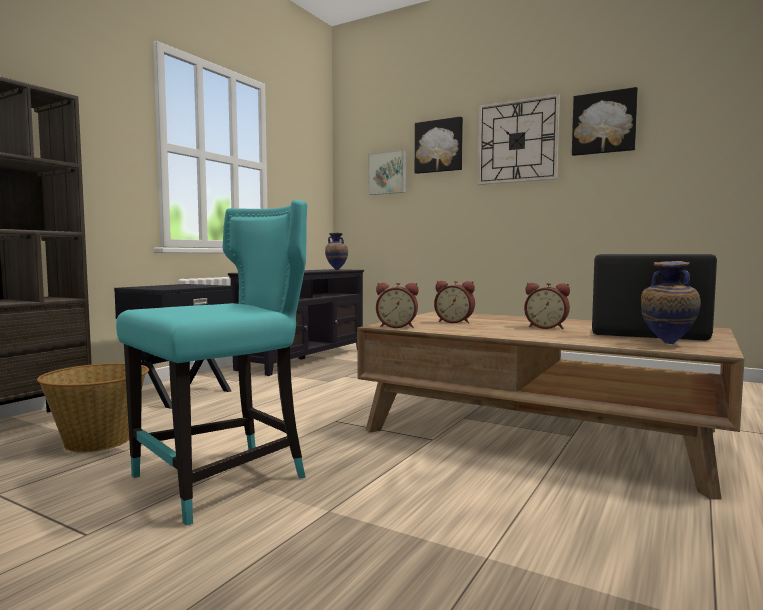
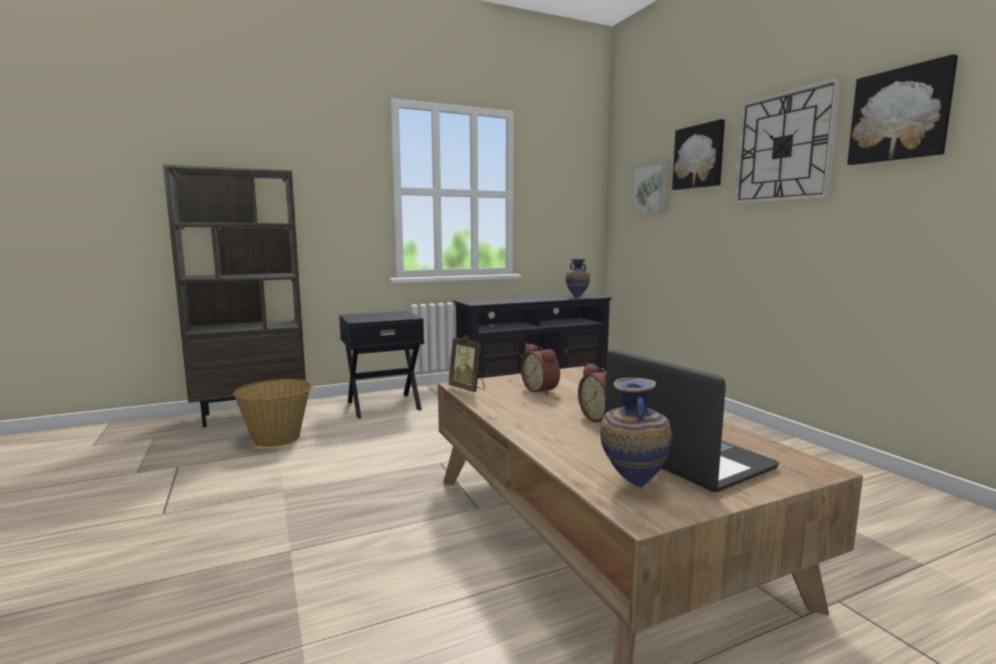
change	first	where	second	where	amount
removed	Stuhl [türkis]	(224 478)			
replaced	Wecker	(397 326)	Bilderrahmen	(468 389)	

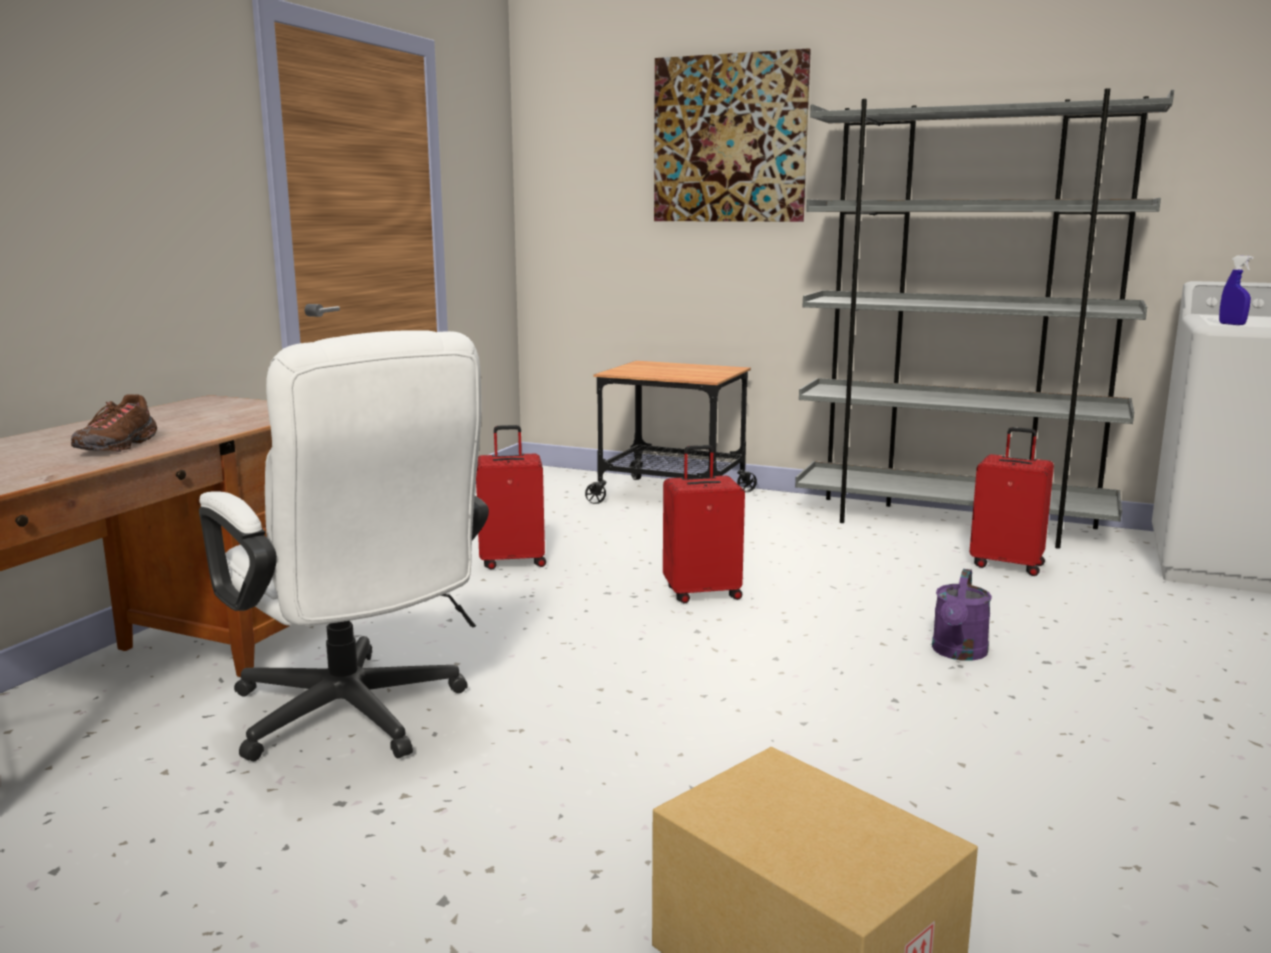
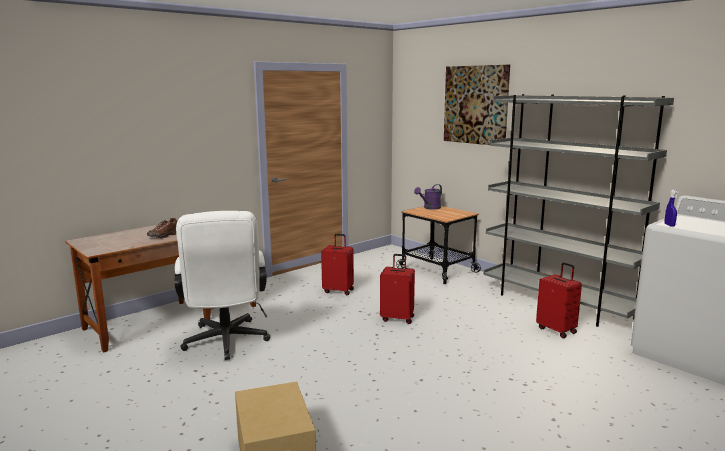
change	first	where	second	where	amount
moved	Gießkanne [lila]	(958 653)		(430 208)	

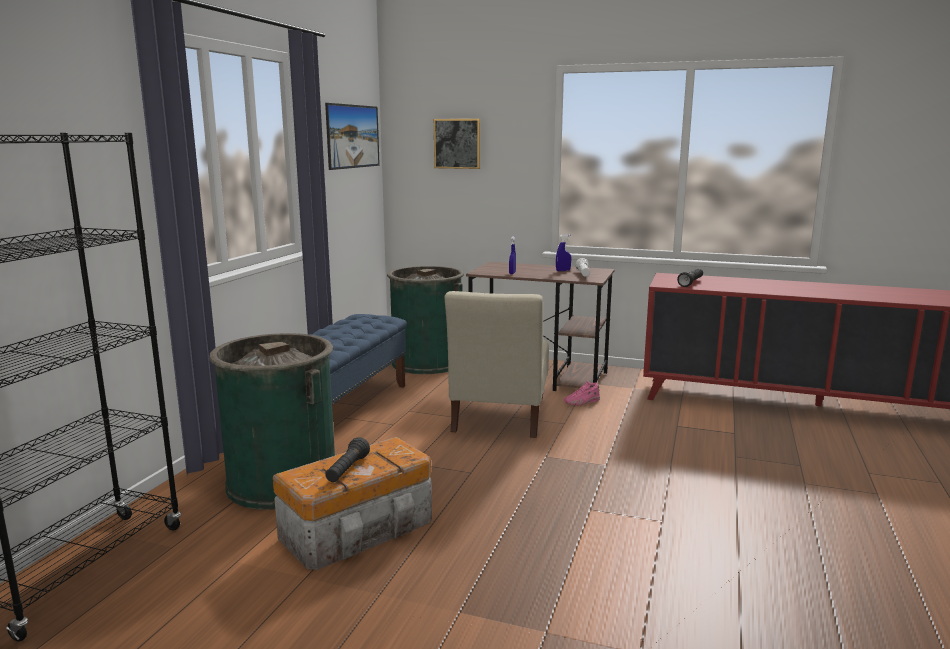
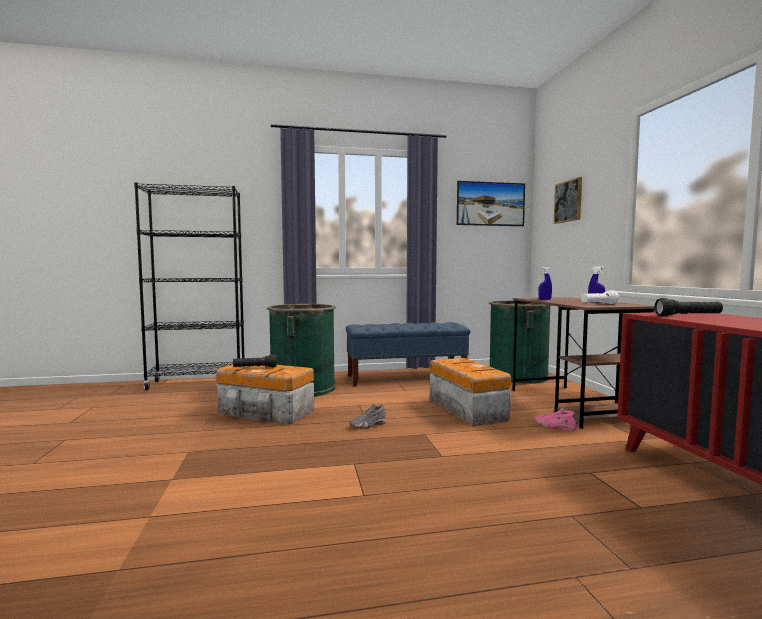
change	first	where	second	where	amount
replaced	Stuhl [beige]	(499 417)	Aufbewahrungsbox	(467 409)	
added			Schuh [grau]	(368 425)	

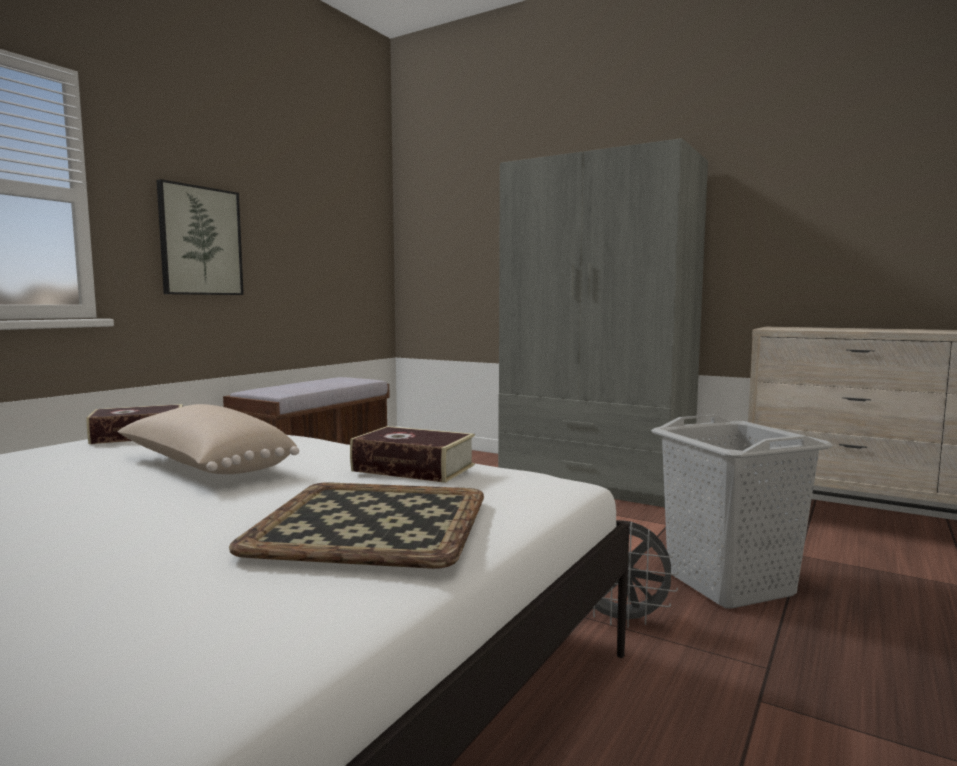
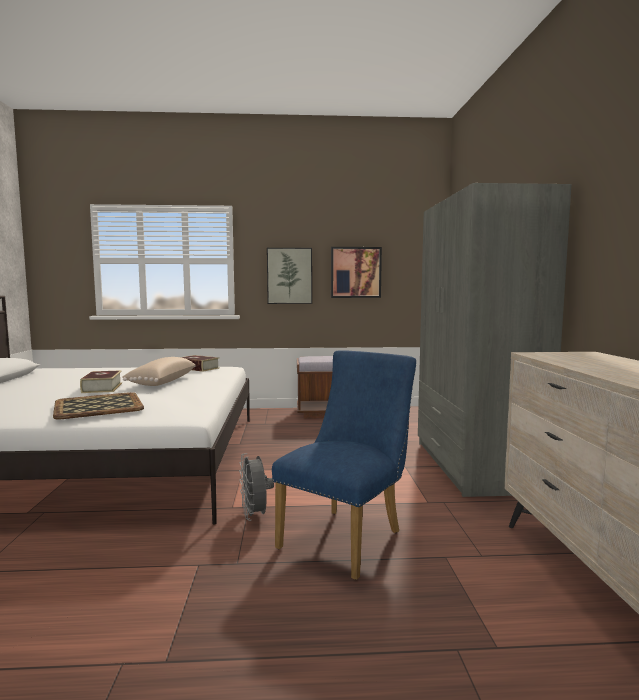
change	first	where	second	where	amount
replaced	Wäschekorb [grau]	(729 583)	Stuhl [blau]	(347 537)	
moved	Buch	(413 468)		(102 388)	
added			Bild	(355 272)	

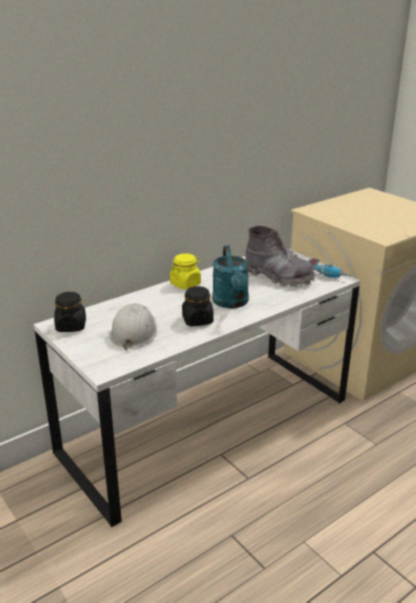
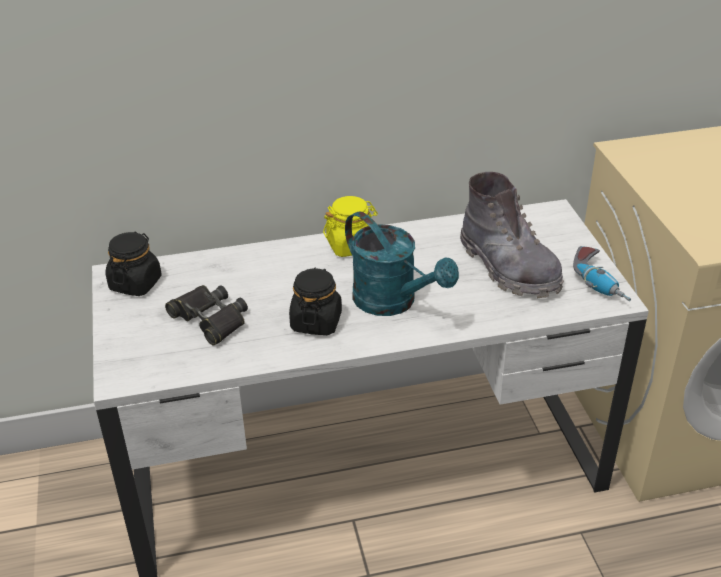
change	first	where	second	where	amount
turned	Gießkanne [türkis]	(232 303)		(393 302)	60 degrees counterclockwise
replaced	Schutzhelm [weiß]	(134 332)	Fernglas [schwarz]	(210 319)	

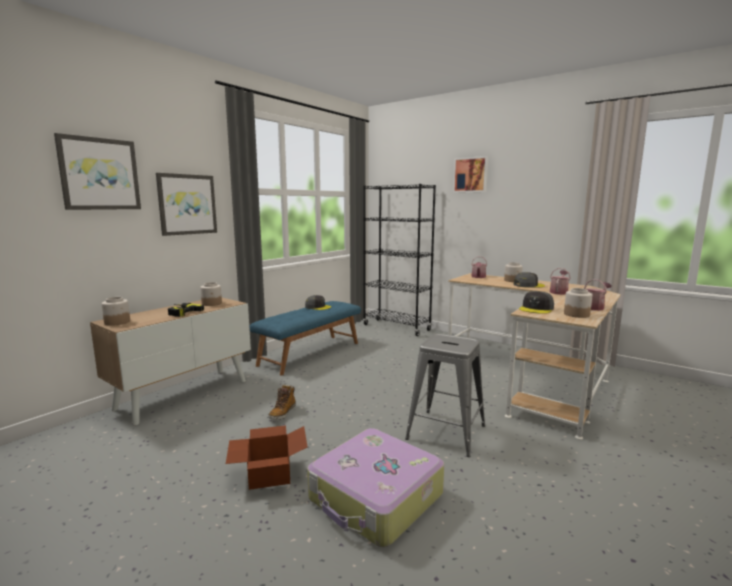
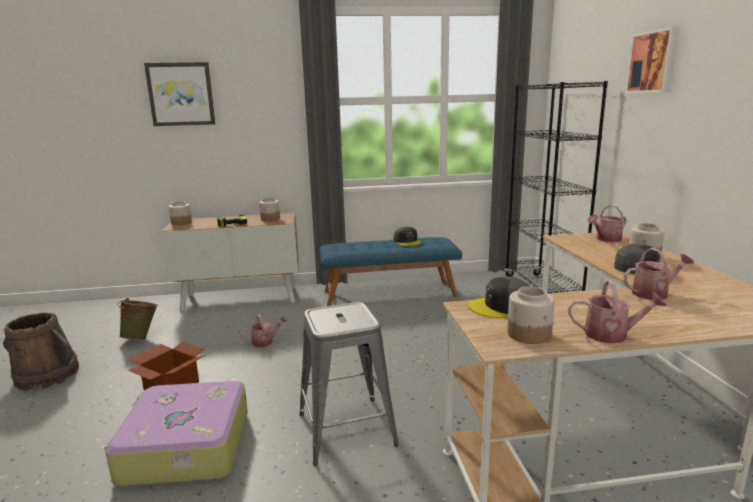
change	first	where	second	where	amount
removed	Bild	(187 204)			
replaced	Stiefel	(282 413)	Gießkanne	(265 341)	
added			Eimer [grün]	(142 337)	
added			Eimer [braun]	(47 376)	

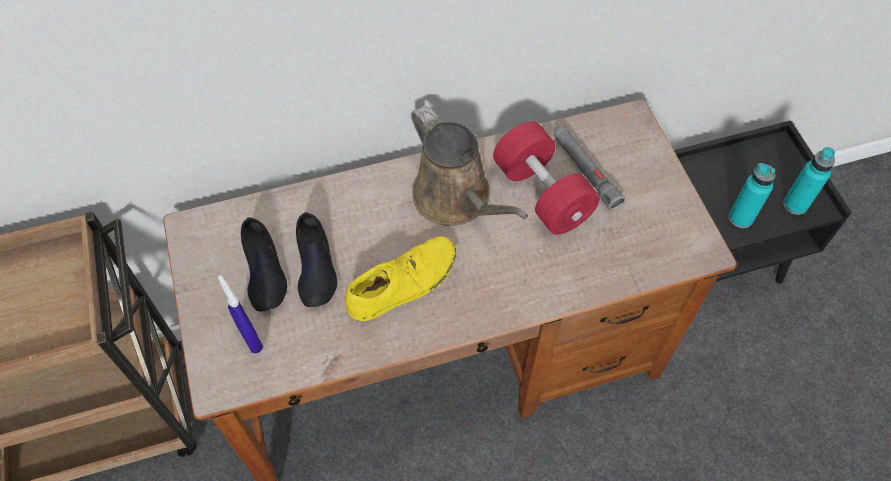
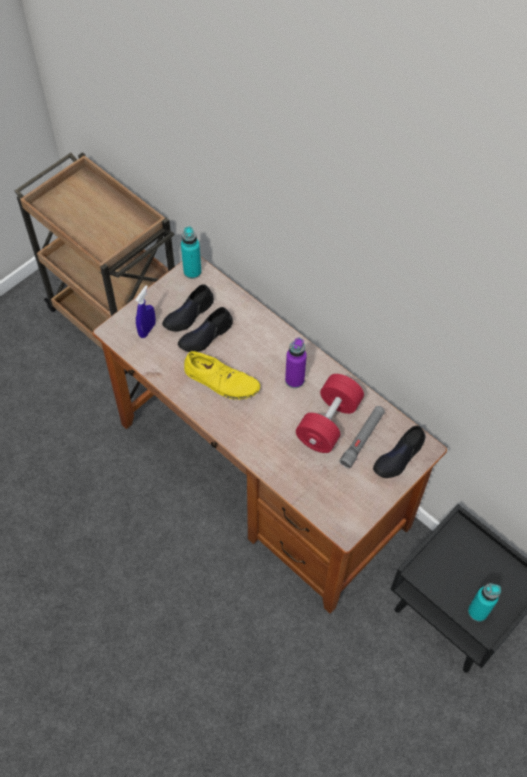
change	first	where	second	where	amount
replaced	Gießkanne [braun]	(456 199)	Flasche [lila]	(294 380)	
moved	Flasche [türkis]	(740 218)		(192 272)	
added			Schuh [schwarz]	(399 457)	

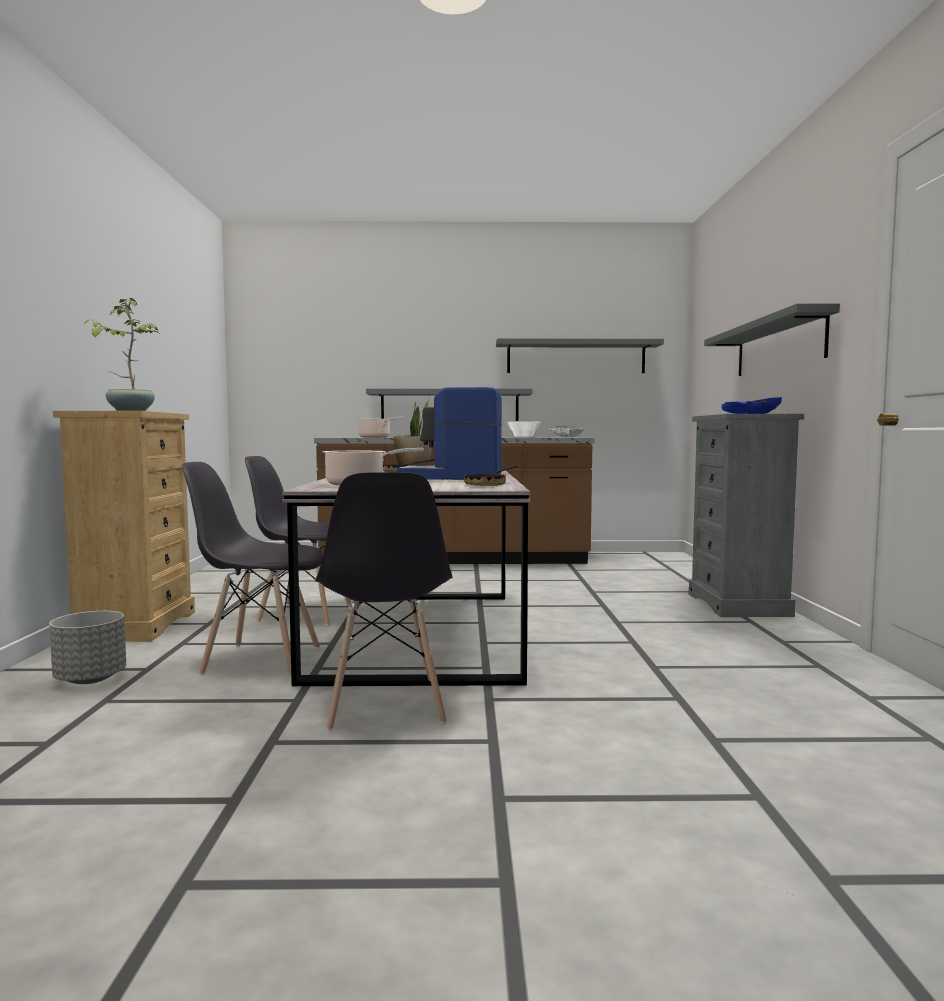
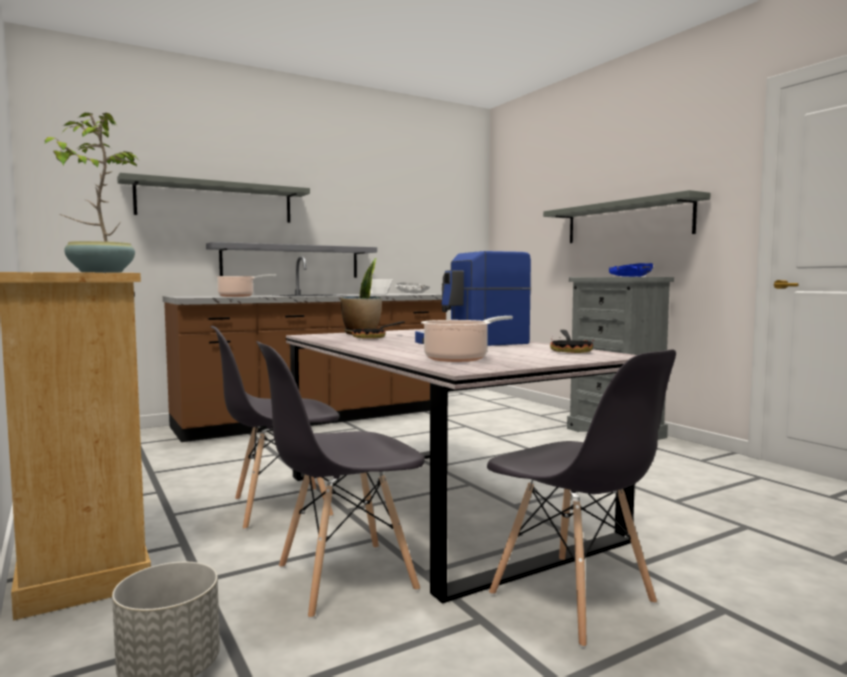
change	first	where	second	where	amount
moved	Wandregal [grau]	(576 357)		(216 201)	

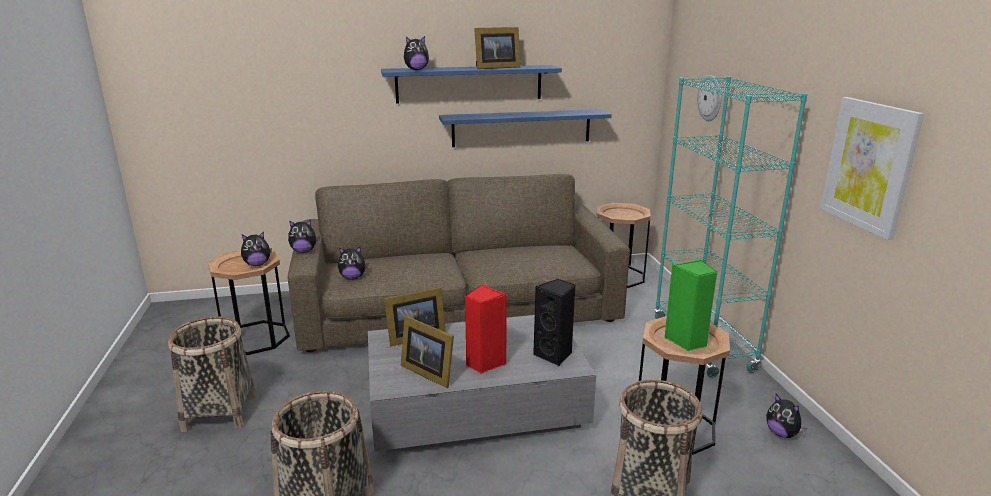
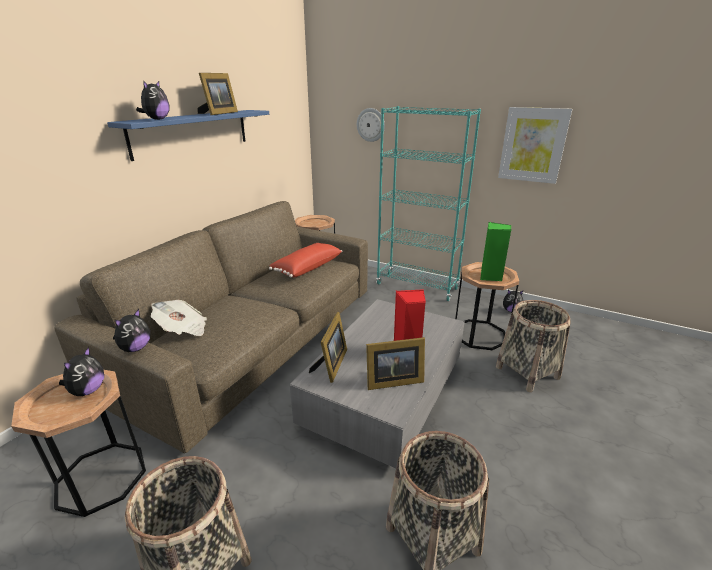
change	first	where	second	where	amount
removed	Wandregal [blau]	(521 128)			
removed	Plüschtier	(353 277)			
removed	Lautsprecher [schwarz]	(554 355)			
added			Kissen [rot]	(307 267)	
added			Zeitung	(183 329)	

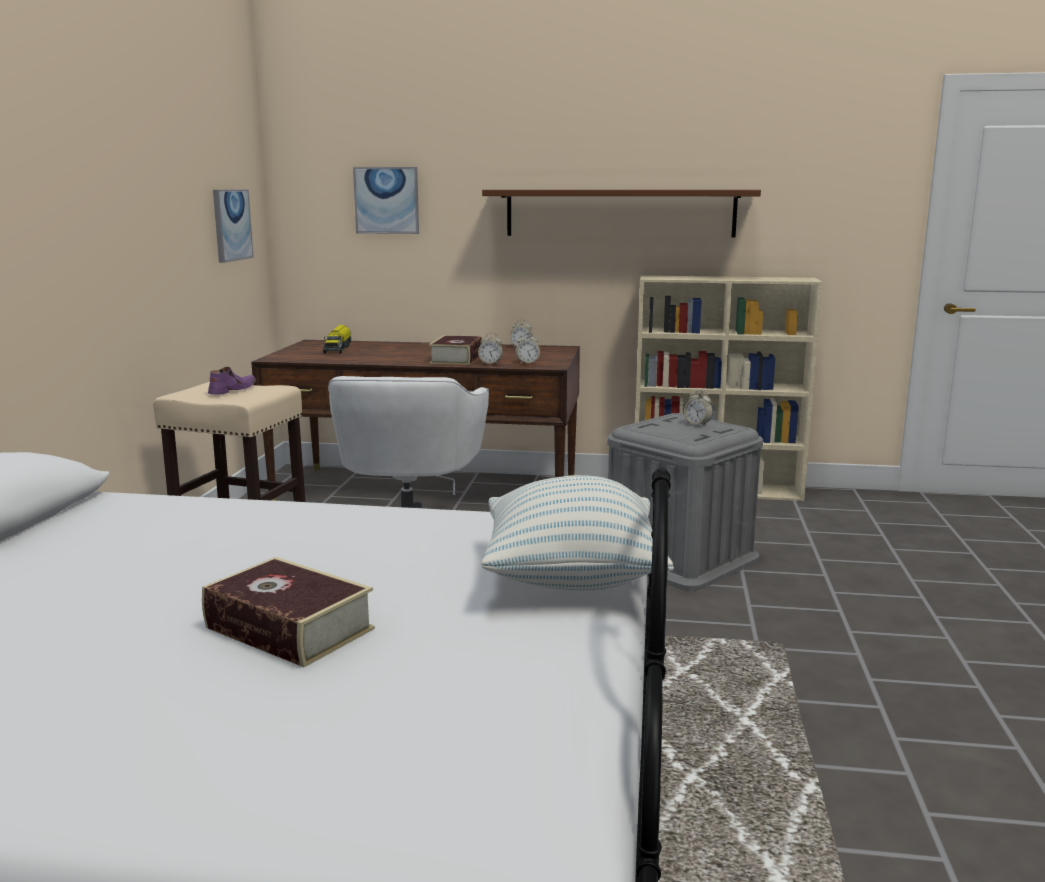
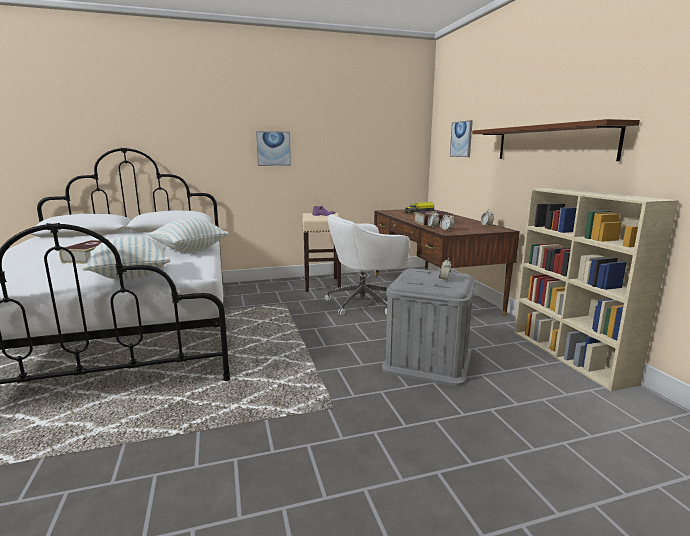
change	first	where	second	where	amount
moved	Bild	(231 225)		(273 148)	
added			Kissen	(190 250)	

